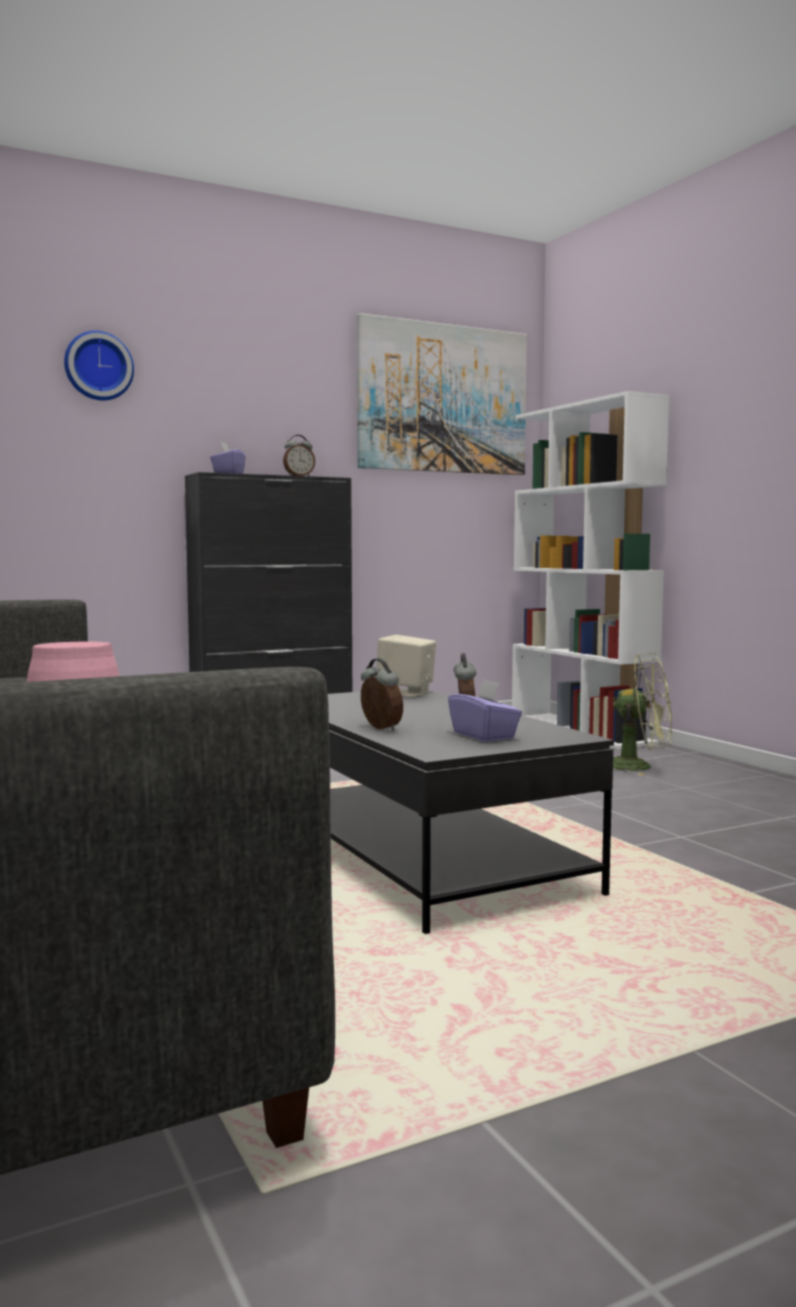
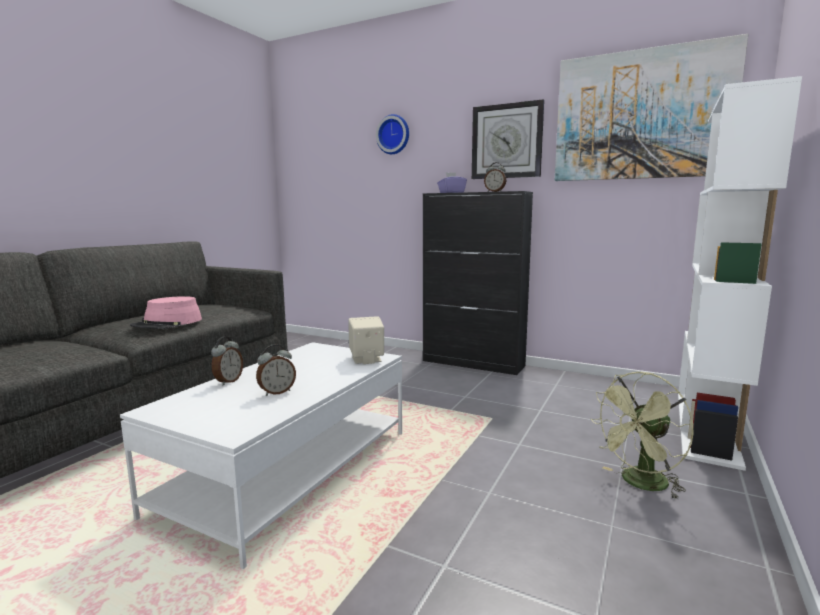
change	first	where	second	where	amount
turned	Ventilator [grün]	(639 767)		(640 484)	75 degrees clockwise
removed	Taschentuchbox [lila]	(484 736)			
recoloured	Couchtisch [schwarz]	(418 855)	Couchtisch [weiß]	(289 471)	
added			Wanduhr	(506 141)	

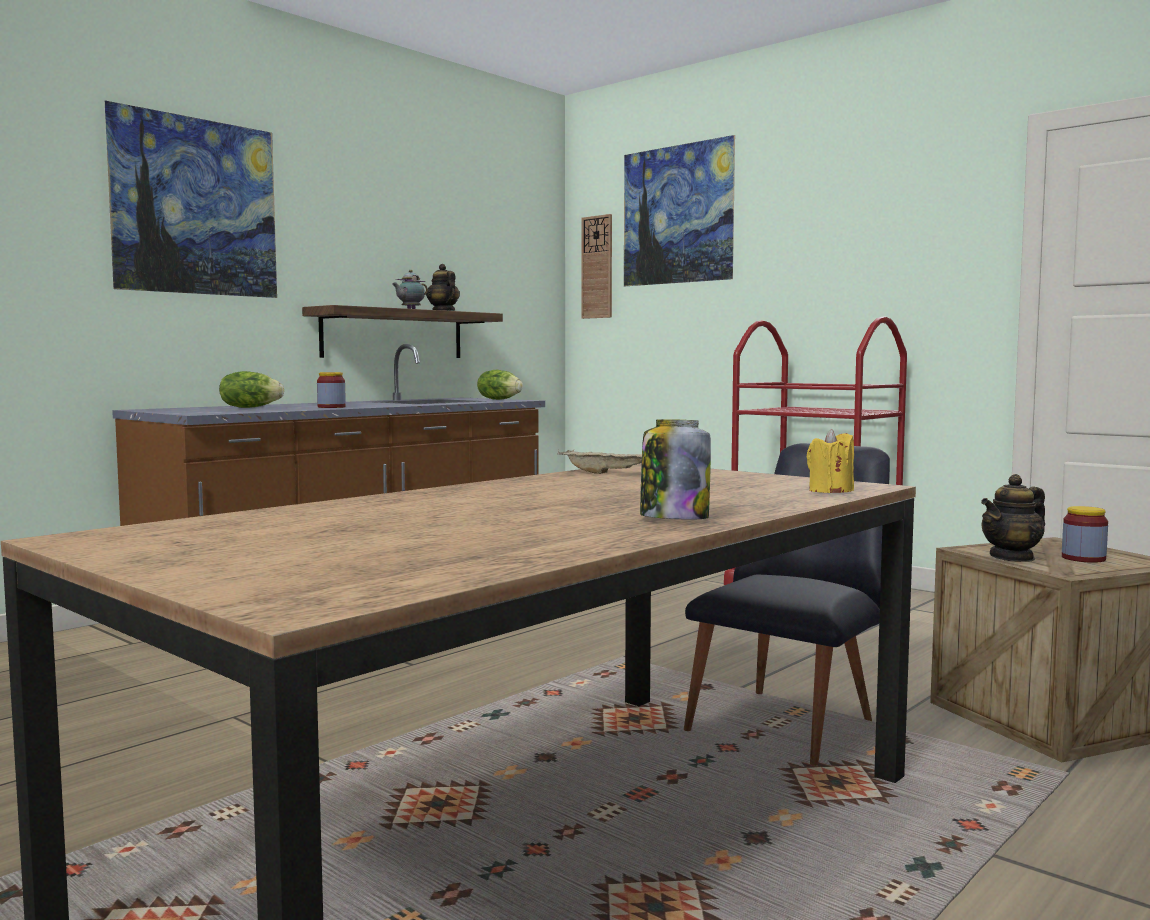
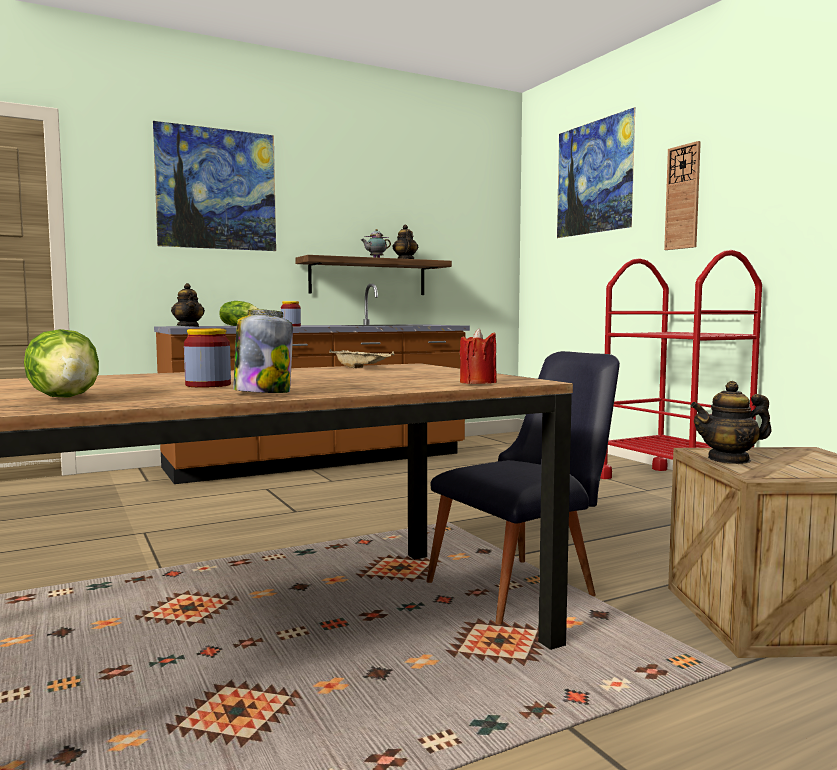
change	first	where	second	where	amount
moved	Wanduhr	(597 267)		(683 197)	
moved	Salatkopf	(499 399)		(67 397)	
recoloured	Kerze [gelb]	(830 491)	Kerze [rot]	(478 383)	
moved	Vorratsglas	(1083 558)		(208 385)	
added			Teekanne	(188 326)	

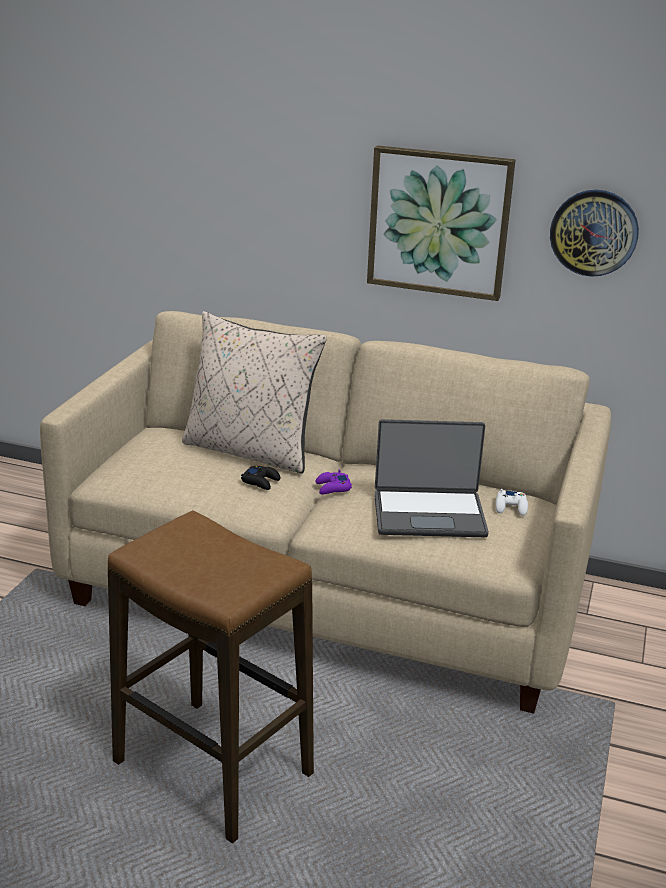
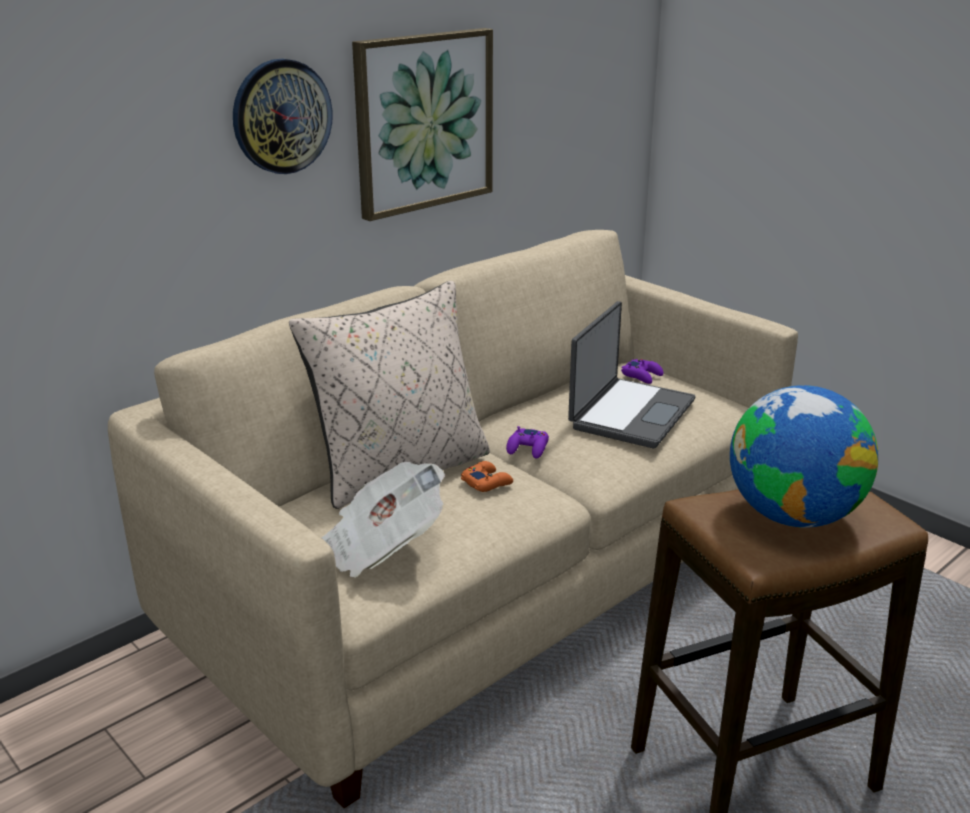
change	first	where	second	where	amount
moved	Wanduhr	(594 232)		(281 116)	
recoloured	Gamepad [schwarz]	(261 481)	Gamepad [orange]	(487 482)	
recoloured	Gamepad [weiß]	(511 507)	Gamepad [lila]	(642 375)	
added			Globus	(792 515)	
added			Zeitung	(379 547)	

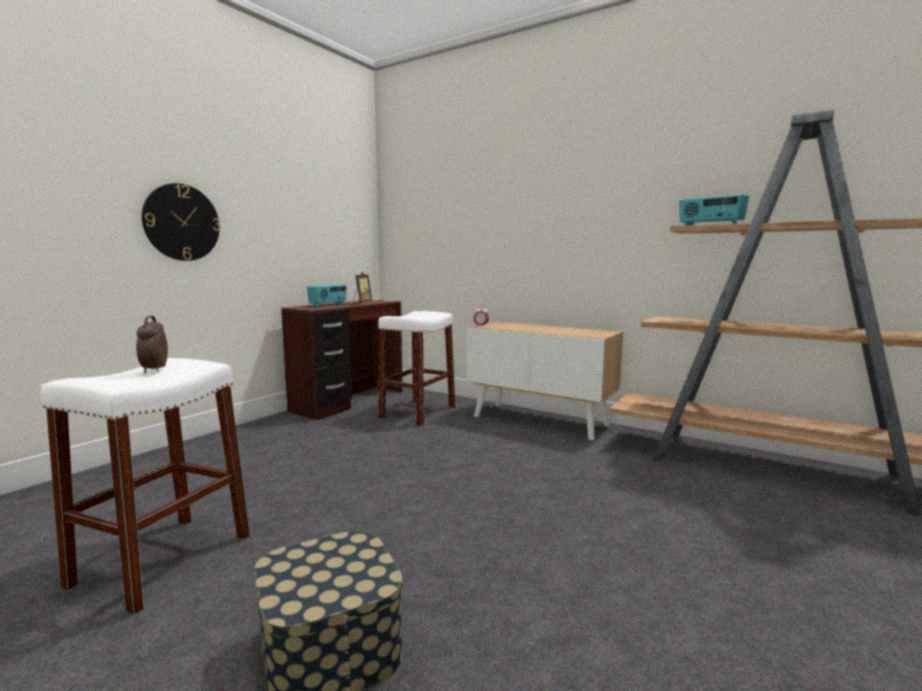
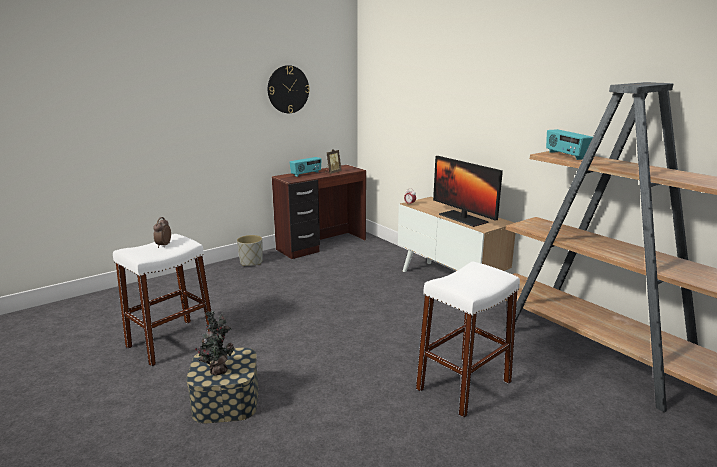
change	first	where	second	where	amount
moved	Wanduhr	(182 222)		(288 89)	
moved	Hocker [weiß]	(418 413)		(463 385)	
added			Monitor	(463 218)	
added			Pflanzkübel [grau]	(251 262)	
added			Topfpflanze	(217 370)	

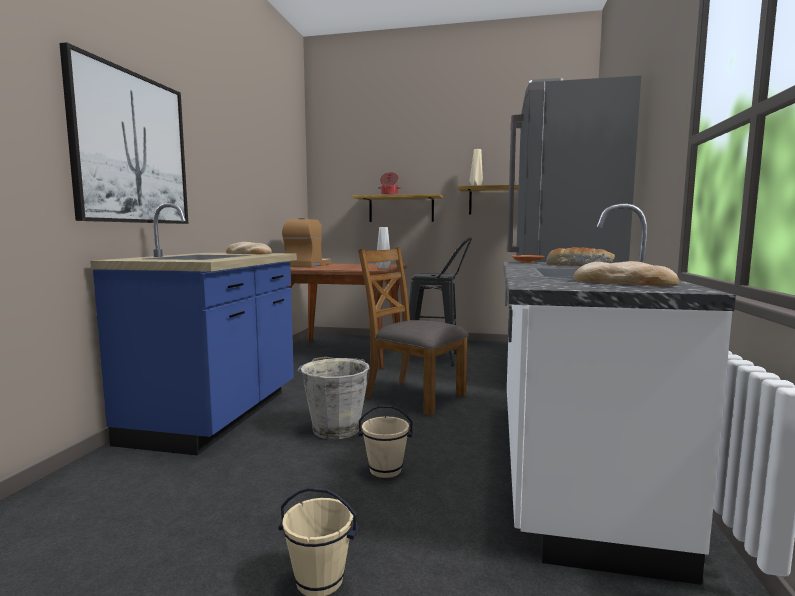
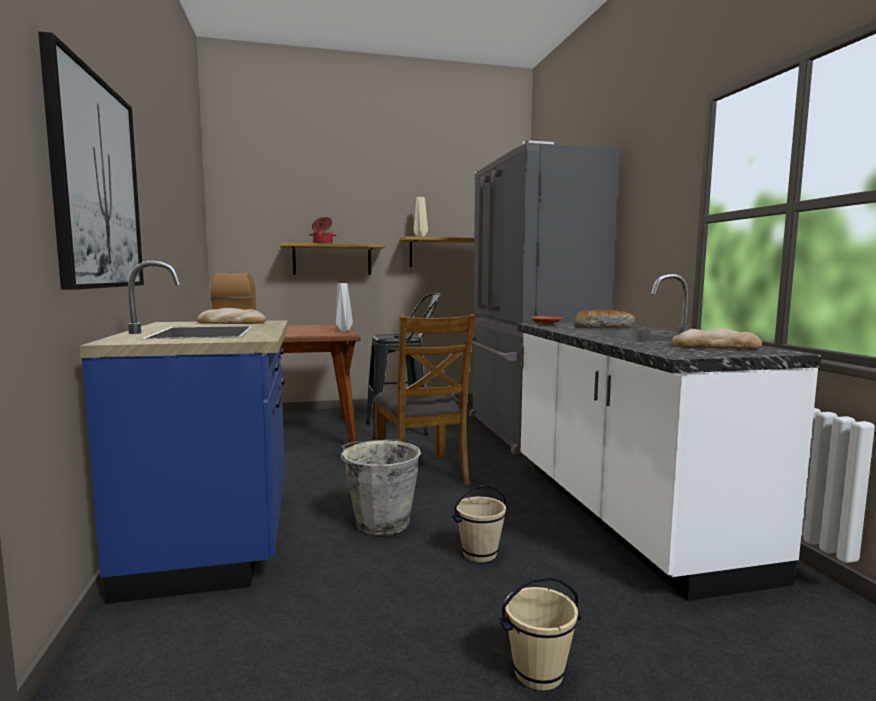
change	first	where	second	where	amount
turned	Stuhl [braun]	(413 396)		(422 472)	120 degrees counterclockwise

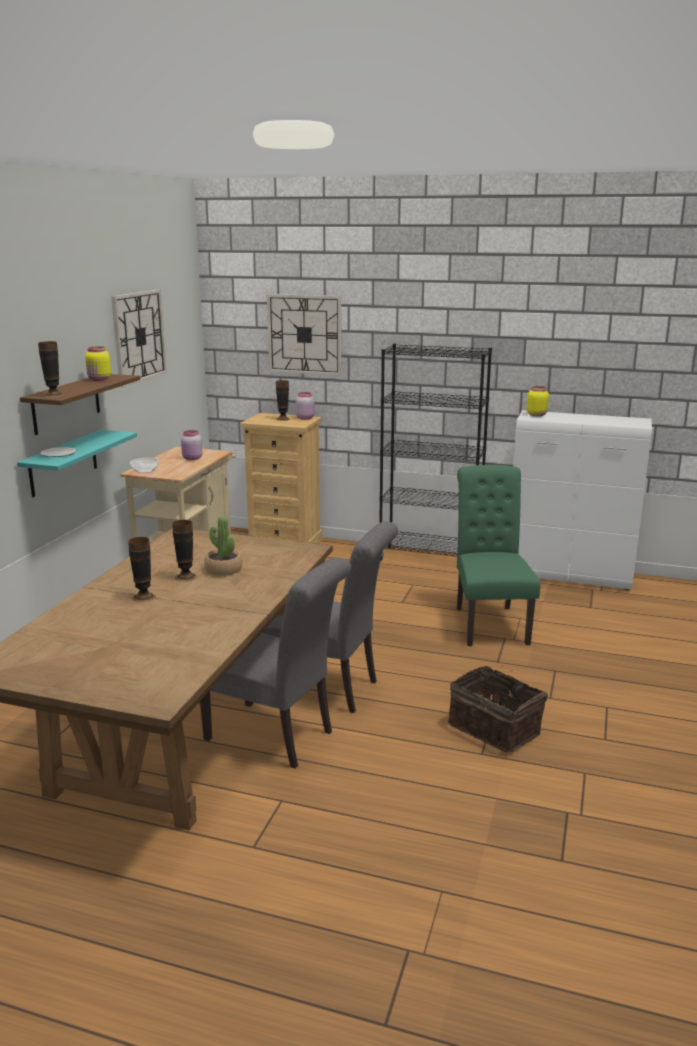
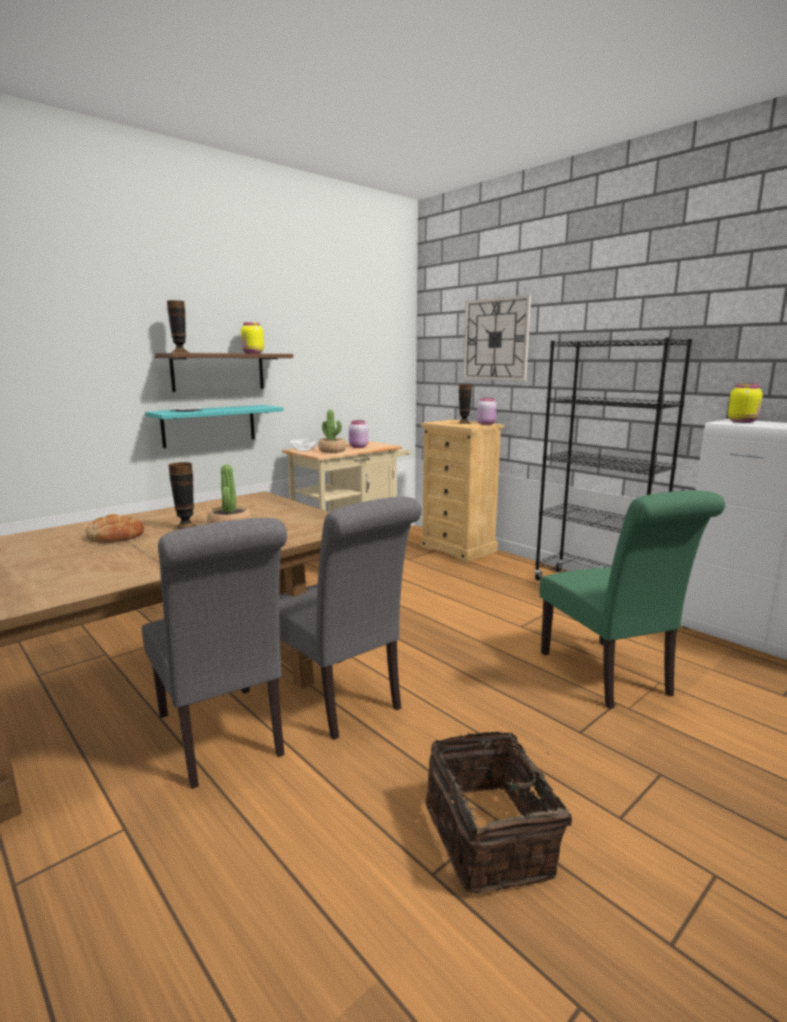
change	first	where	second	where	amount
removed	Wanduhr	(139 336)			
turned	Stuhl [grün]	(489 622)		(610 676)	135 degrees clockwise
replaced	Vase	(143 597)	Brot	(115 536)	
added			Topfpflanze	(332 451)	

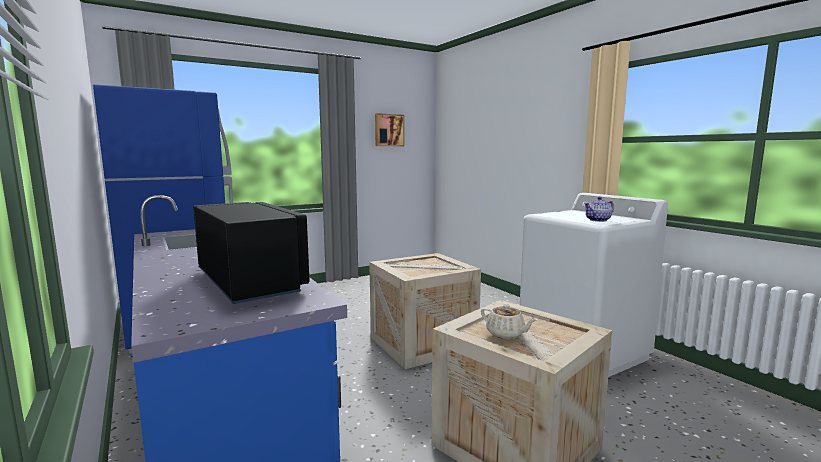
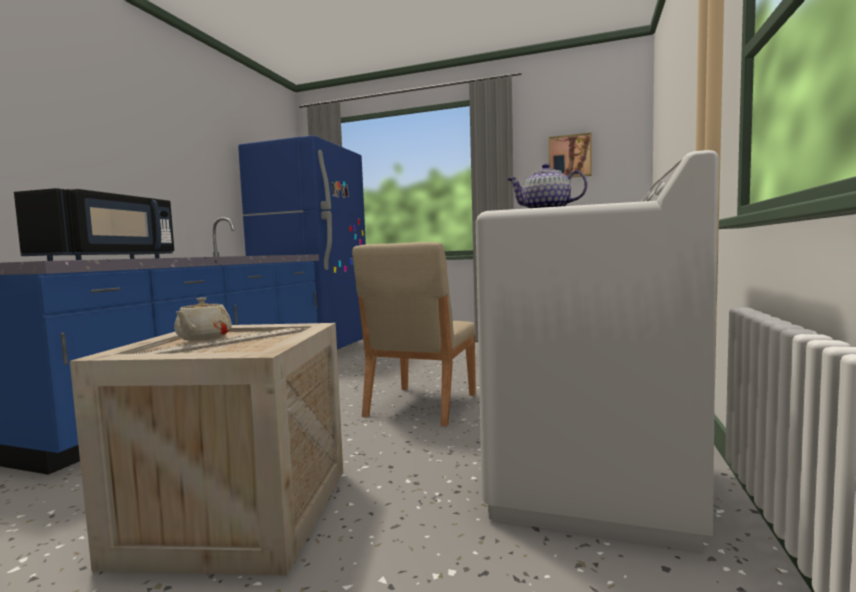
change	first	where	second	where	amount
replaced	Kiste	(422 344)	Stuhl [beige]	(420 405)	

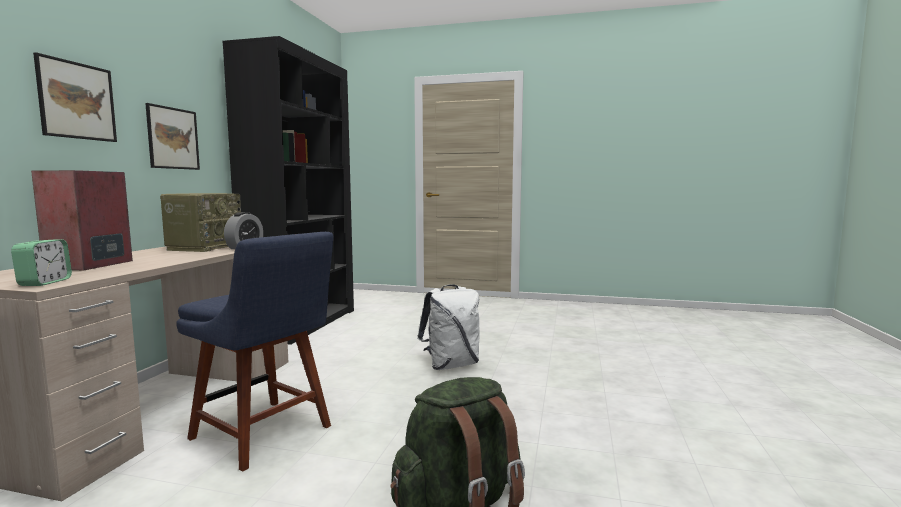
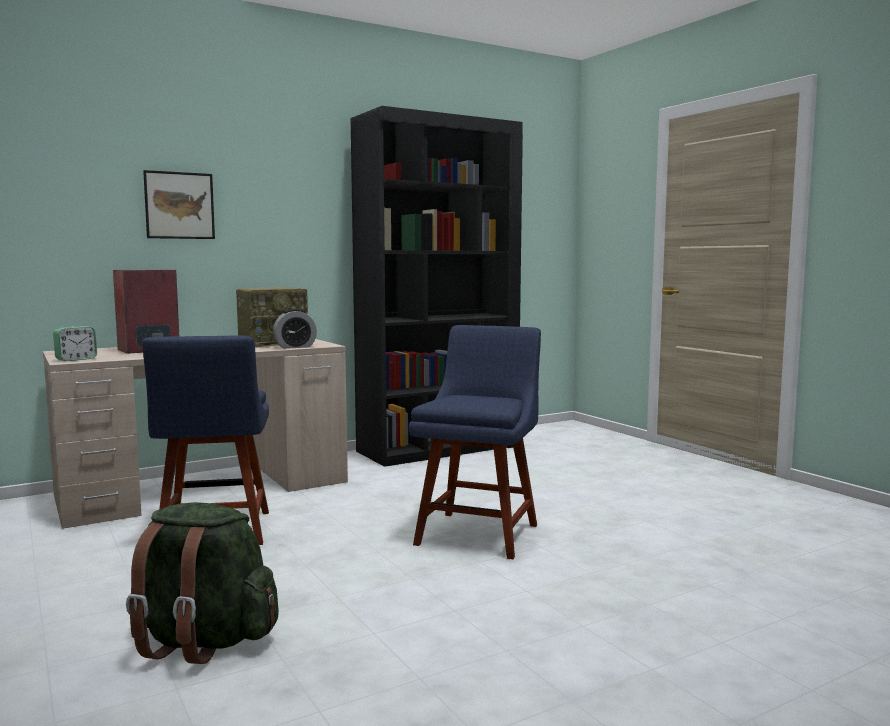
change	first	where	second	where	amount
removed	Bild	(173 138)			
replaced	Rucksack [weiß]	(451 365)	Stuhl [blau]	(479 532)	

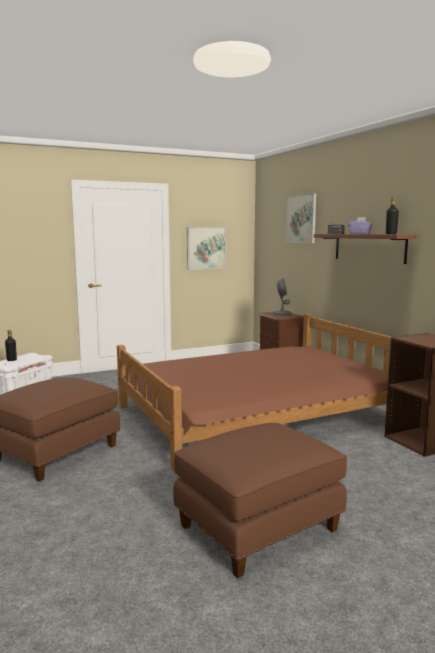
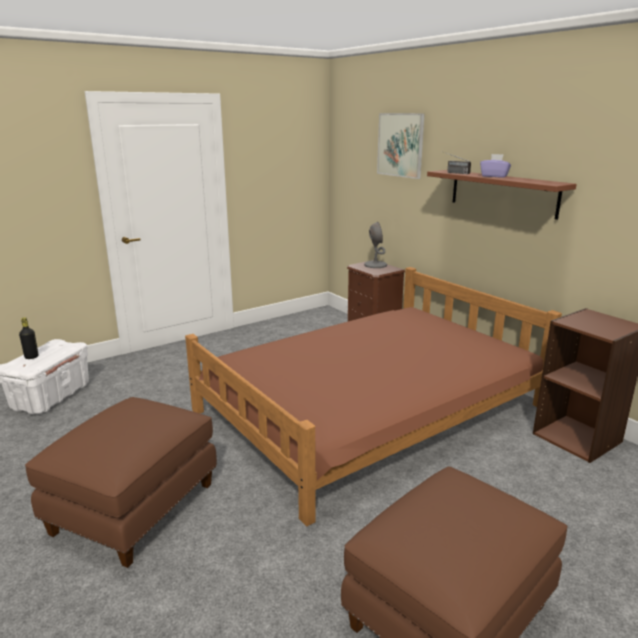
change	first	where	second	where	amount
removed	Flasche [schwarz]	(391 234)			
removed	Bild	(206 248)			

